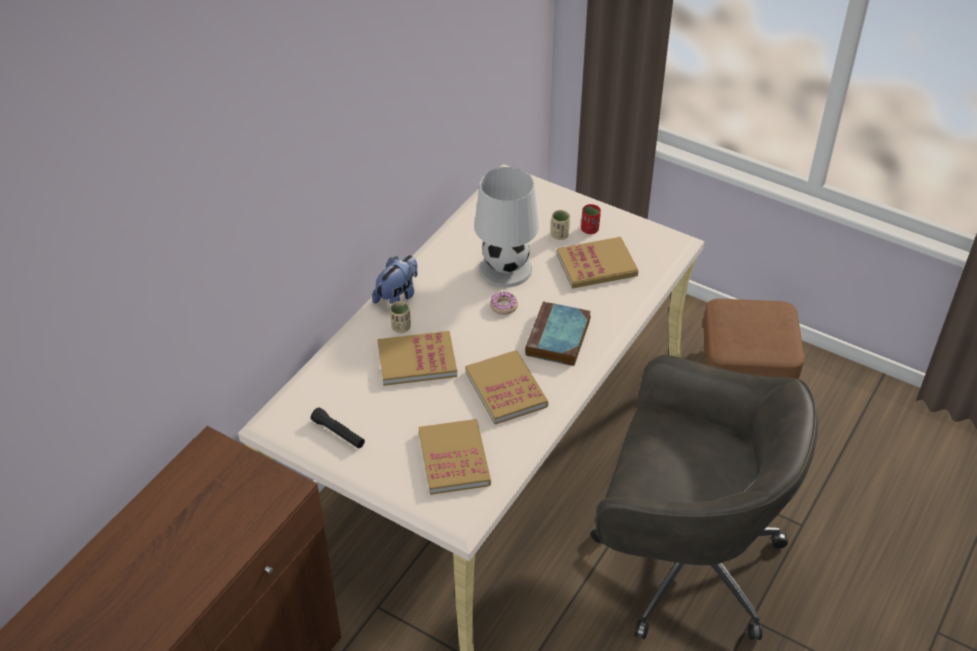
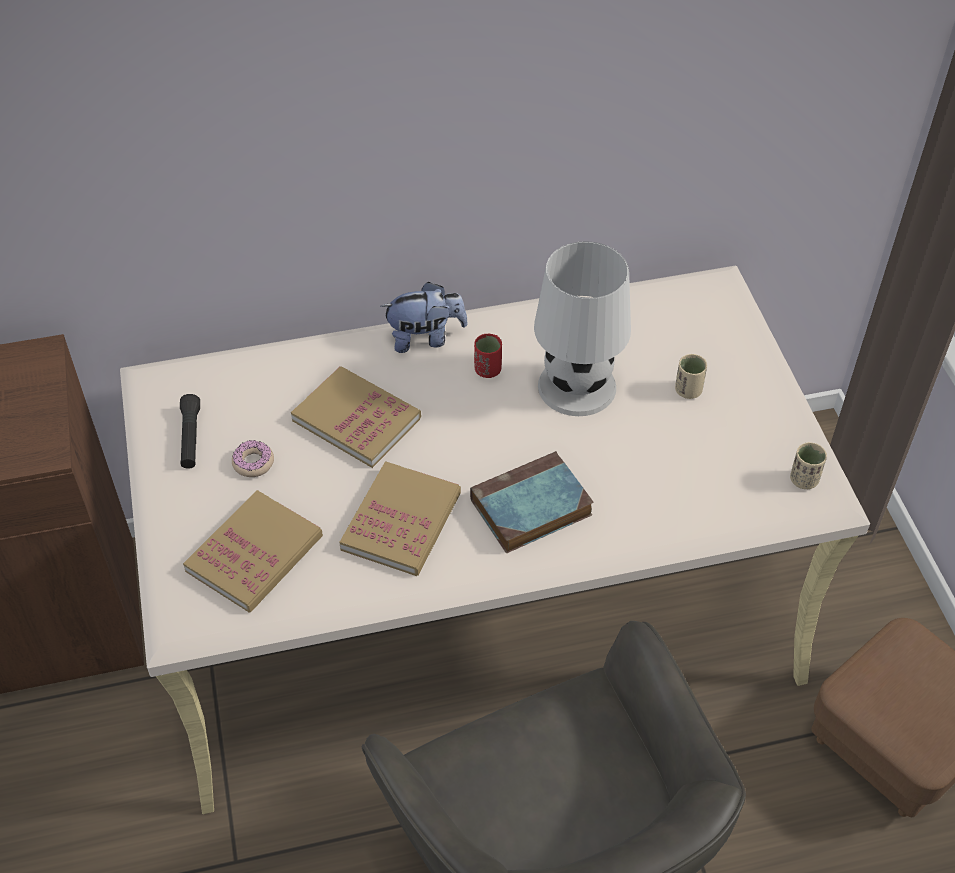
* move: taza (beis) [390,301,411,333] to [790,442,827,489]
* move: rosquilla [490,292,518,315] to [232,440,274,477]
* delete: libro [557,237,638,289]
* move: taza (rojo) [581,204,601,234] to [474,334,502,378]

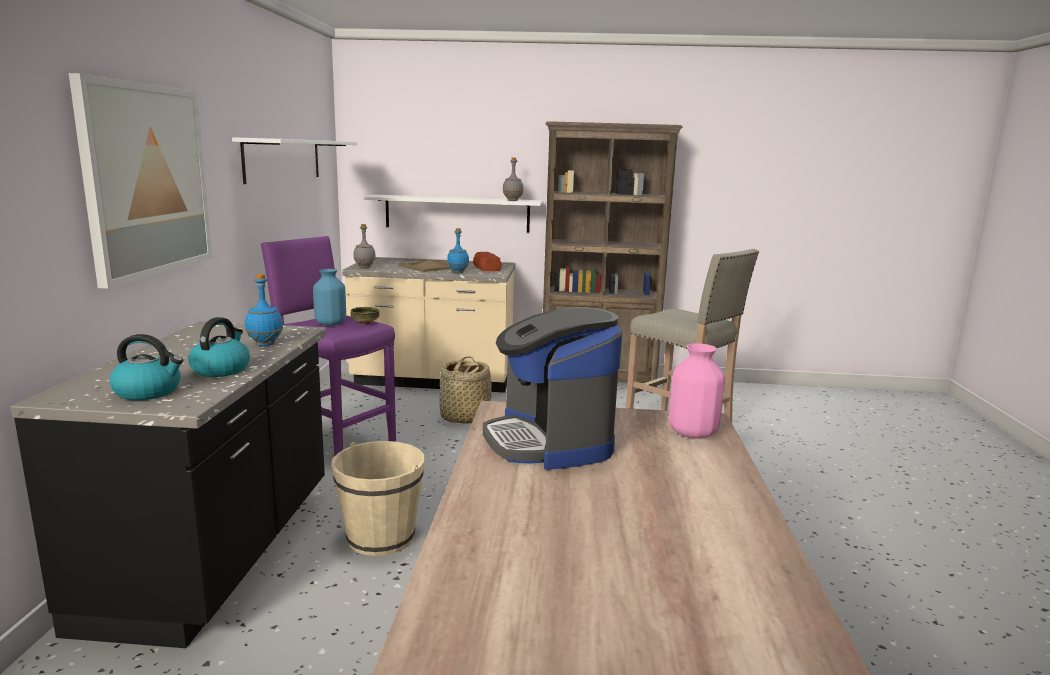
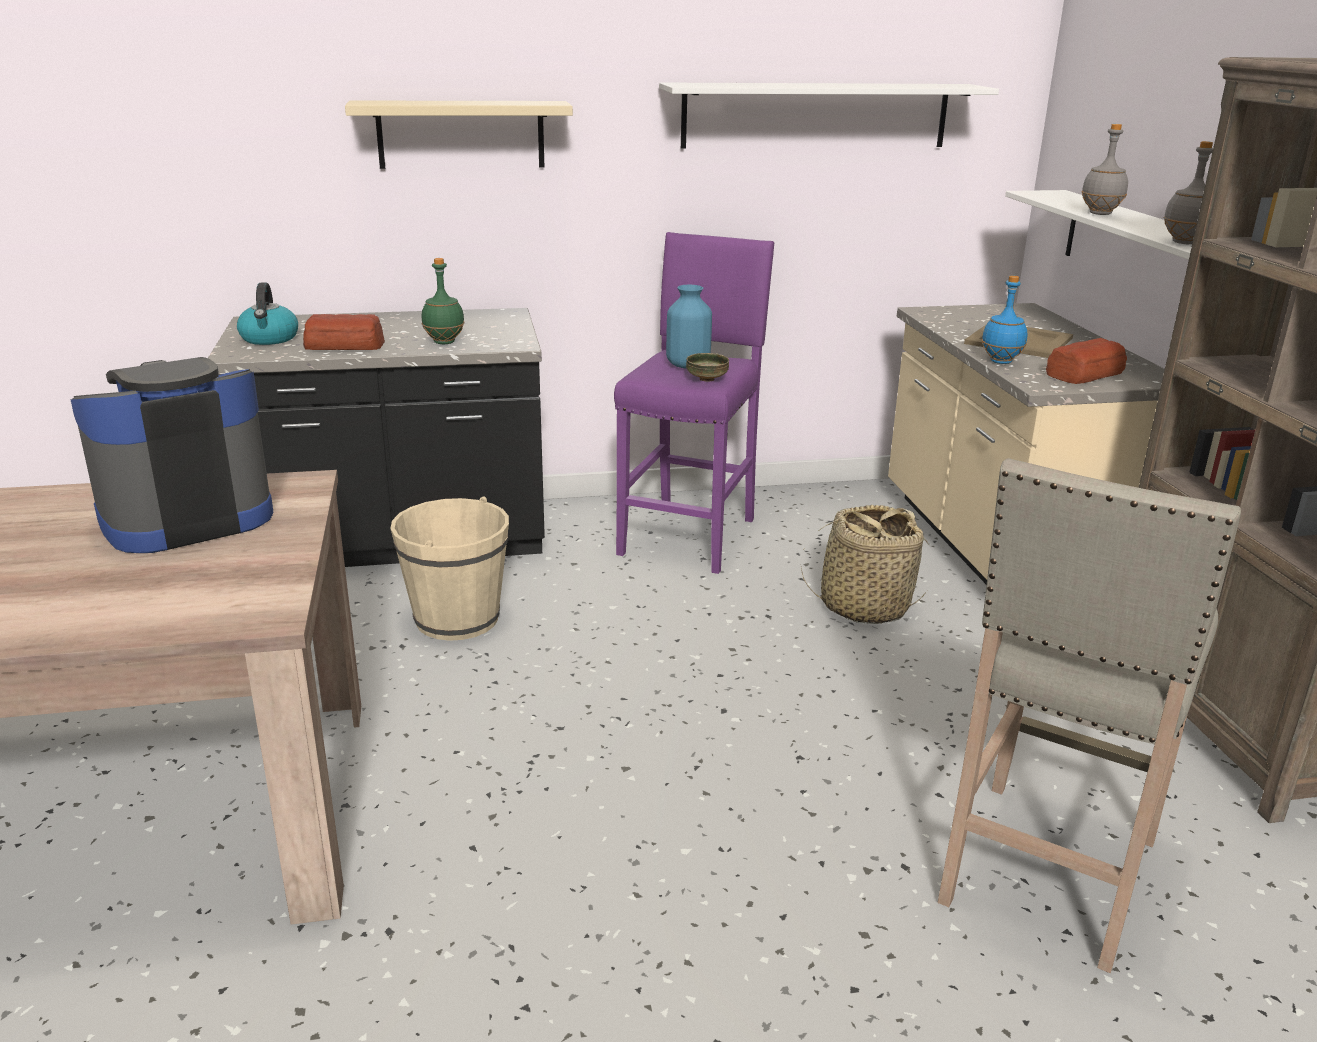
* replace: cuadro [69,73,212,289] to estante (beis) [345,101,573,169]
* replace: hervidor [188,317,250,377] to pan [303,314,385,350]
* recolor: botella (azul) [245,274,283,346] to botella (verde) [422,258,465,344]
* move: botella (gris) [353,224,376,268] to [1082,124,1128,215]
* delete: florero (rosa) [669,343,725,438]

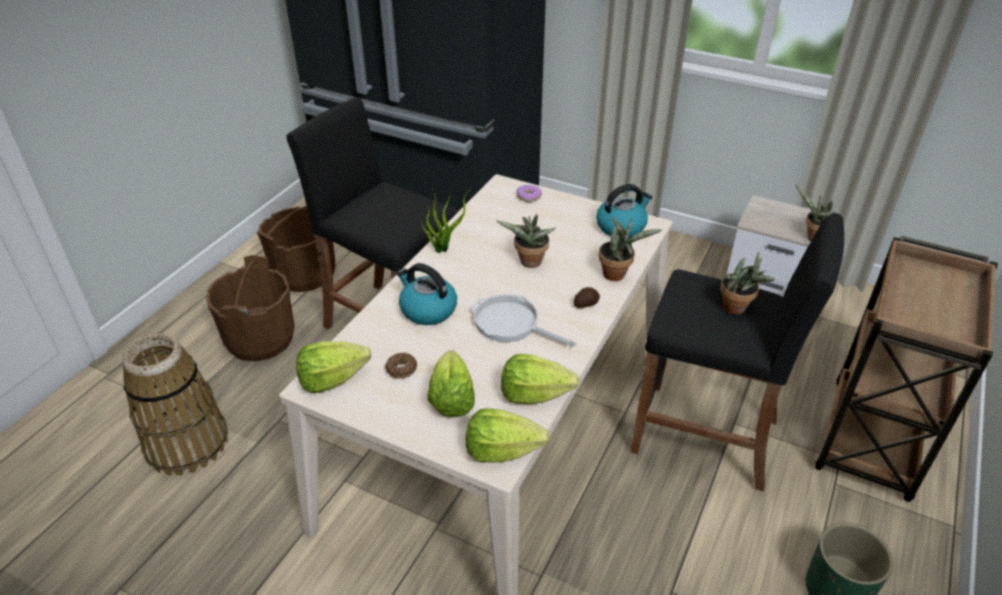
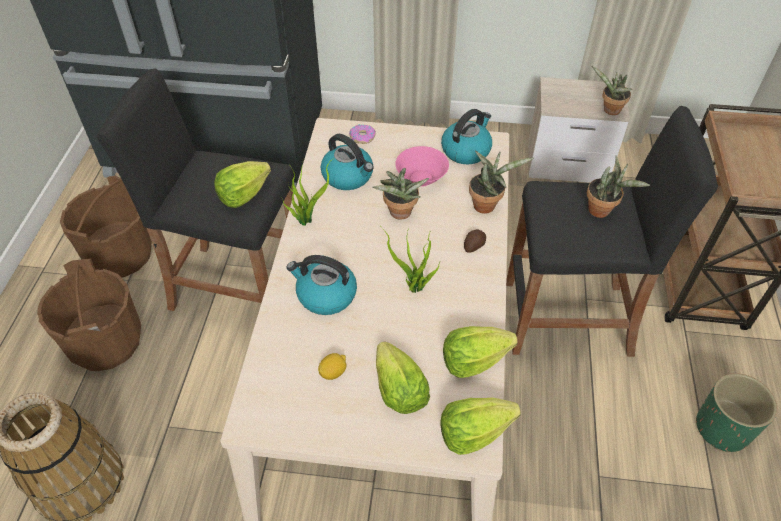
* move: lechuga [296,341,371,393] to [214,161,271,208]
* replace: rosquilla [385,353,417,378] to limón [318,353,347,380]
* replace: sartén [471,294,576,347] to planta en maceta [380,226,441,293]
* insert: hervidor [321,134,374,190]
* insert: cuenco (rosa) [395,146,449,187]

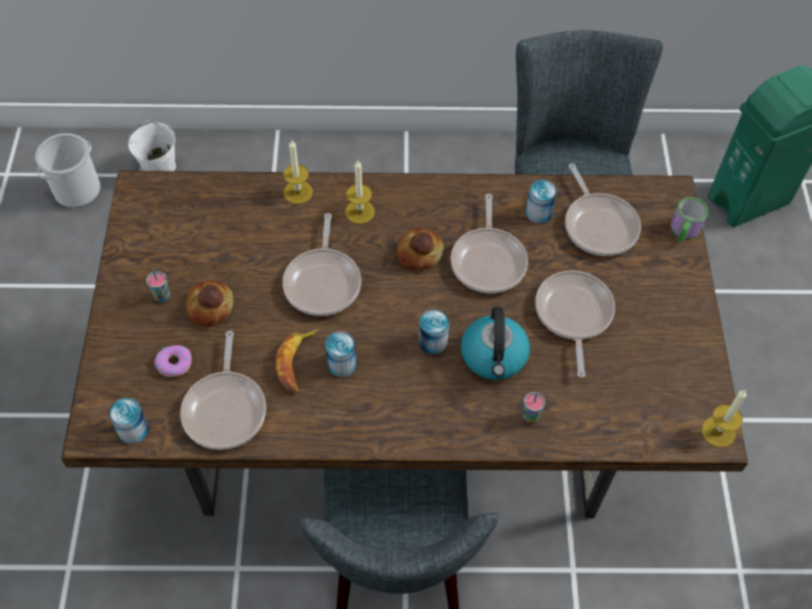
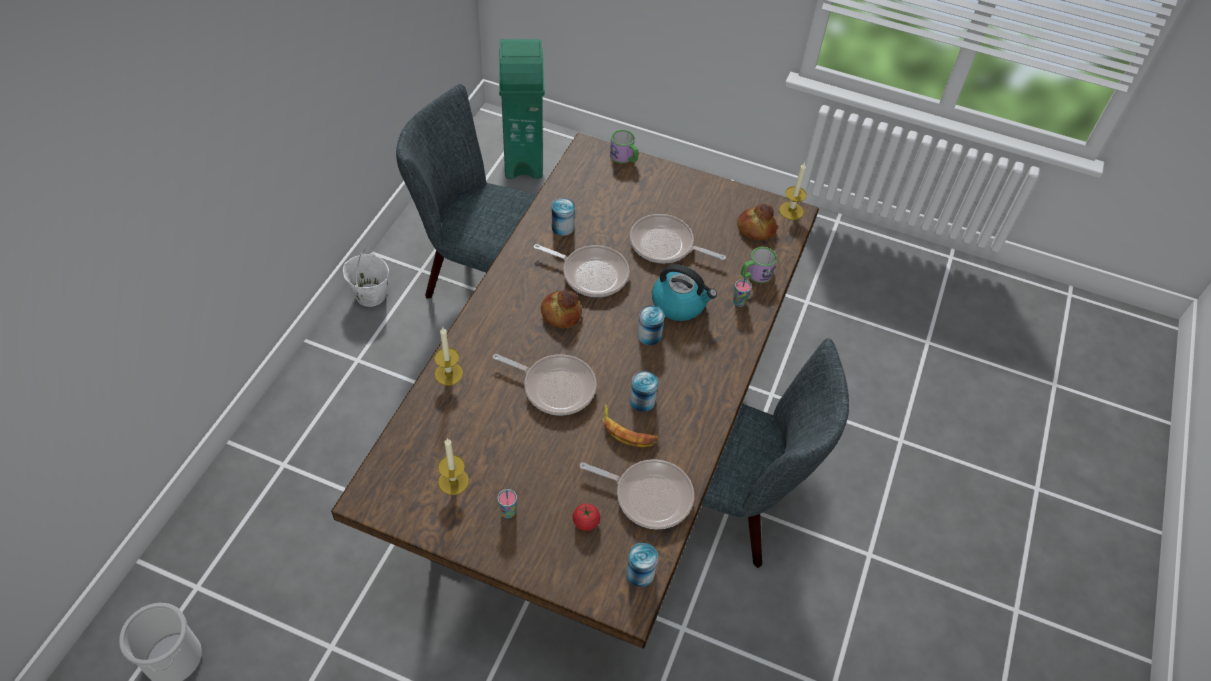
* move: cubo (blanco) [128,121,176,171] to [343,249,389,307]
* replace: rosquilla [155,345,192,377] to tomate [573,504,600,531]
* move: pan [185,280,233,327] to [737,204,777,240]
* move: vela [345,160,375,224] to [438,438,469,495]
* delete: sartén [565,163,641,256]
* insert: taza grande [741,247,777,283]

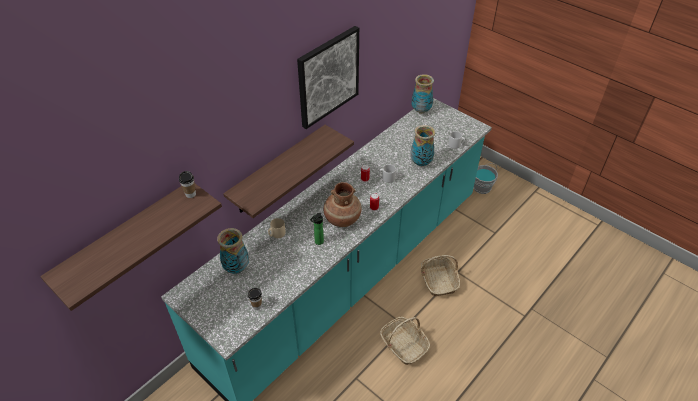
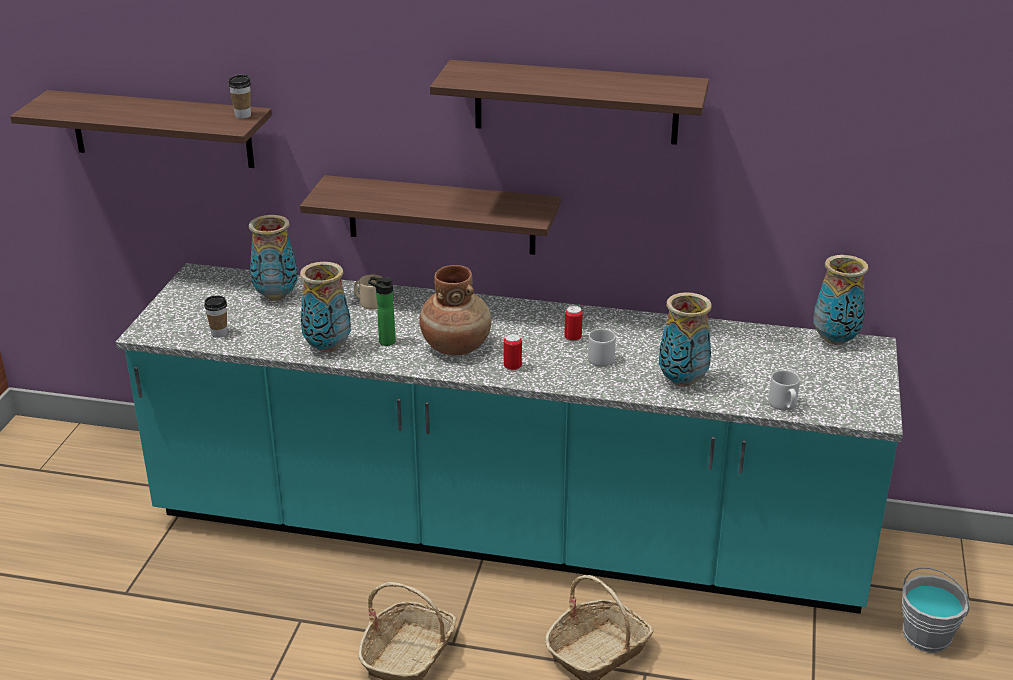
* replace: cuadro [297,26,359,129] to estante [430,60,709,145]
* insert: florero [300,262,351,353]

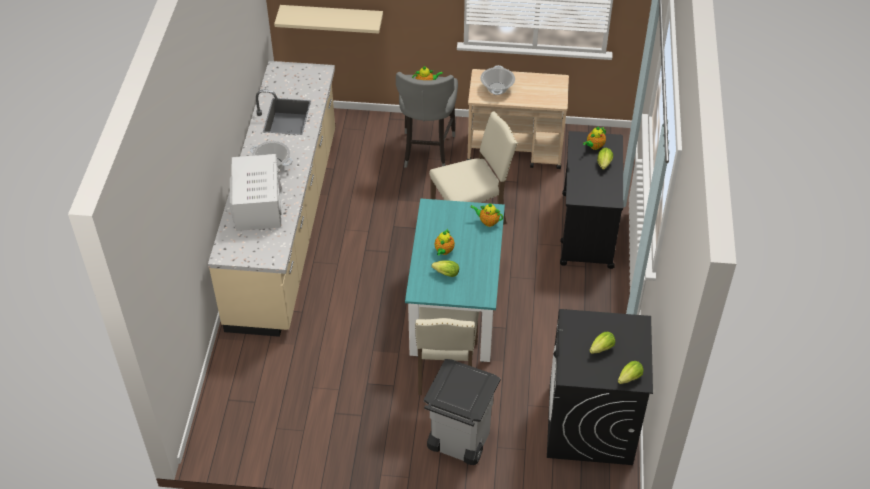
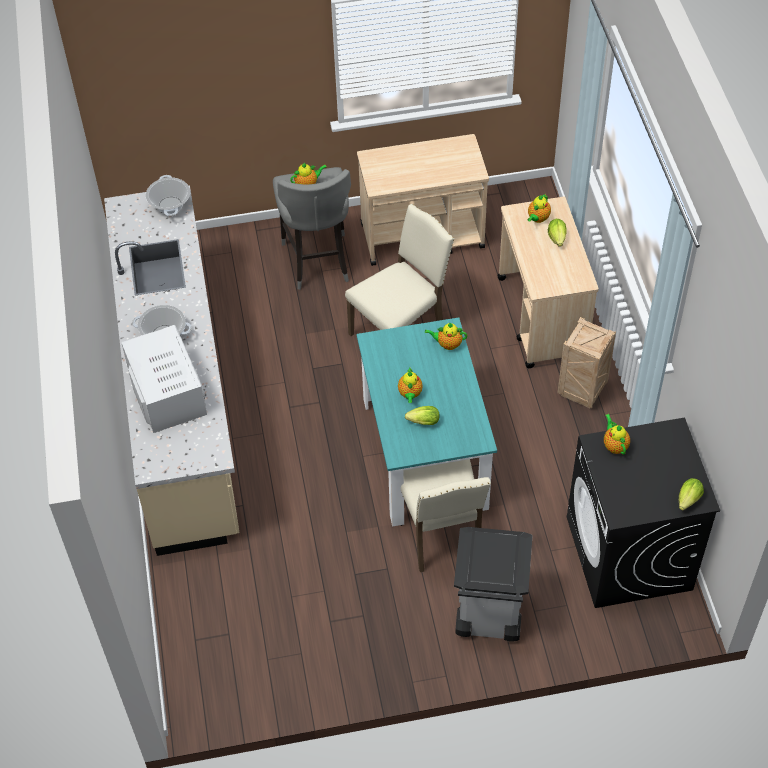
* delete: estante (beis) [274,5,383,34]
* move: olla [480,65,515,95] to [146,175,190,216]
* recolor: carrito (negro) [560,131,623,269] to carrito (beis) [498,197,599,368]
* delete: lechuga [589,332,615,354]
* insert: caja de embalaje [558,317,616,408]
* insert: tetera [604,414,630,455]

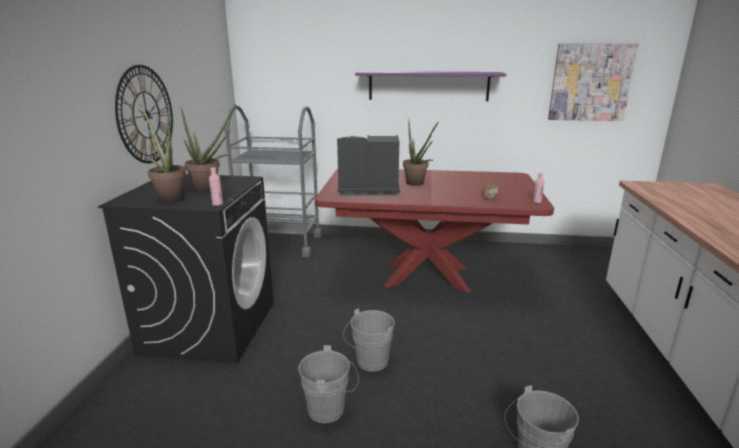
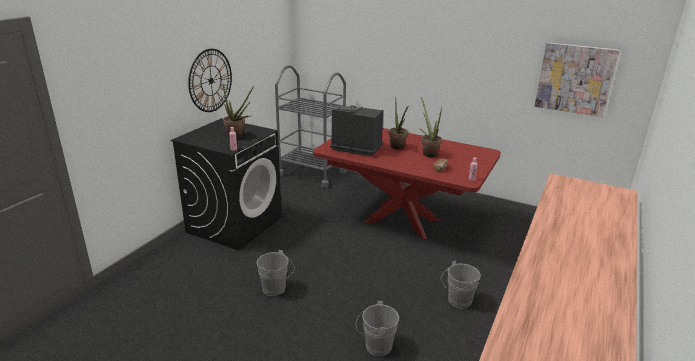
* move: planta en maceta [139,104,186,202] to [419,97,442,157]
* move: cubo (gris) [343,308,395,371] to [441,261,481,309]
* delete: estante (morado) [355,71,506,101]

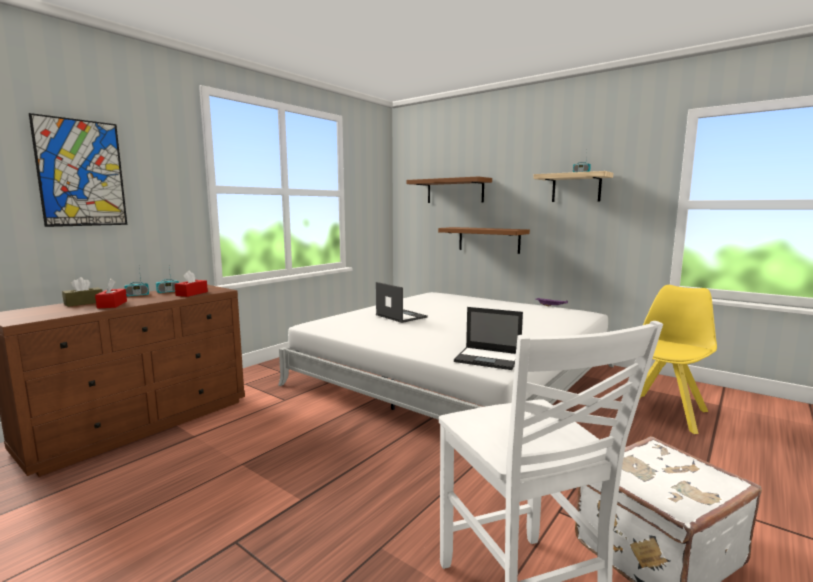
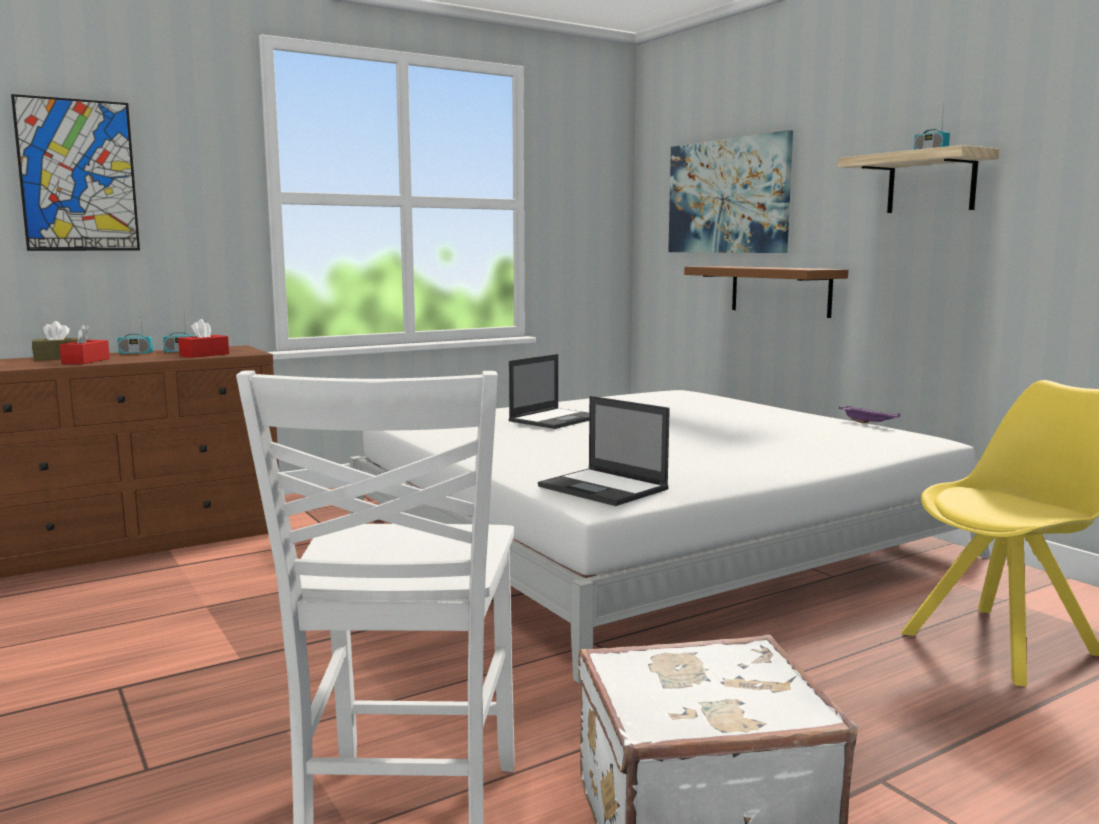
* rotate: portátil [376,282,428,323] = [509,354,589,429] 60 degrees clockwise
* replace: estante (marrón) [406,177,492,203] to cuadro [668,130,793,253]

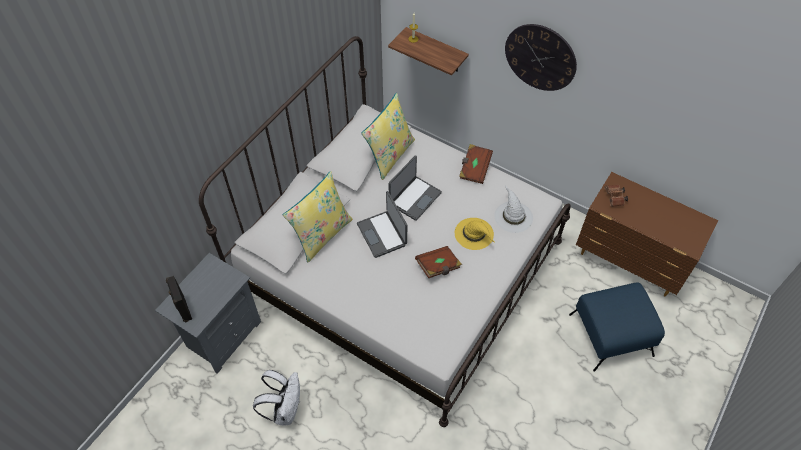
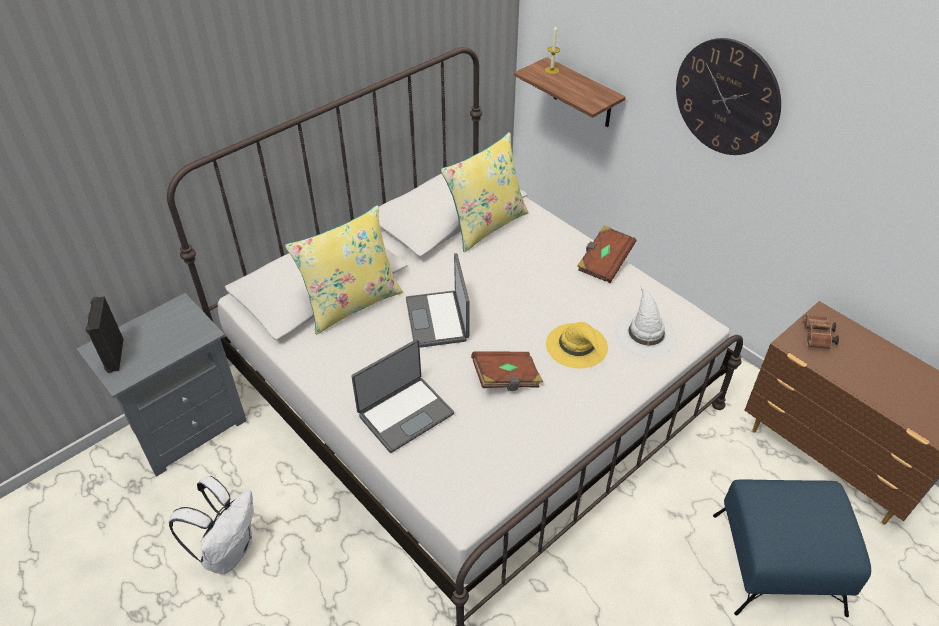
* move: portátil [388,155,442,221] to [351,339,454,453]

